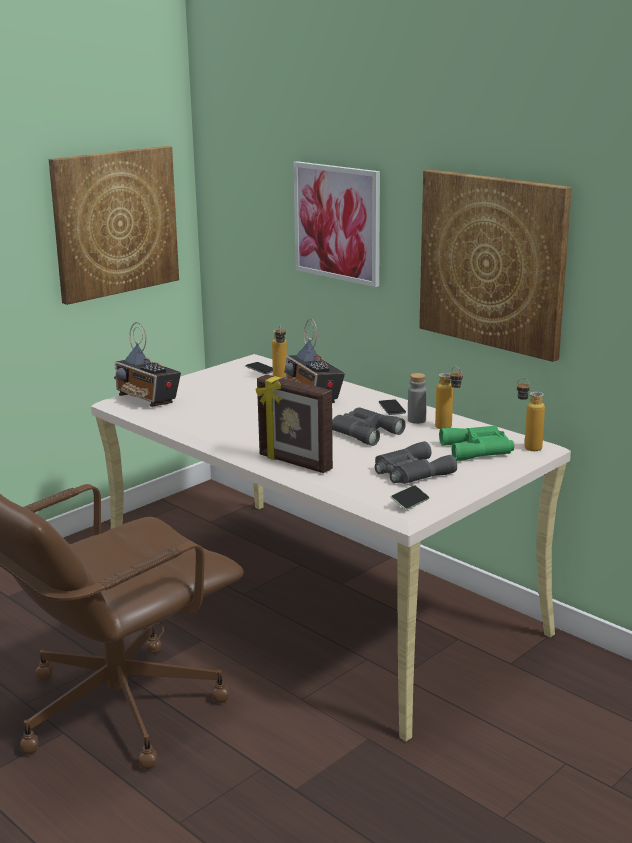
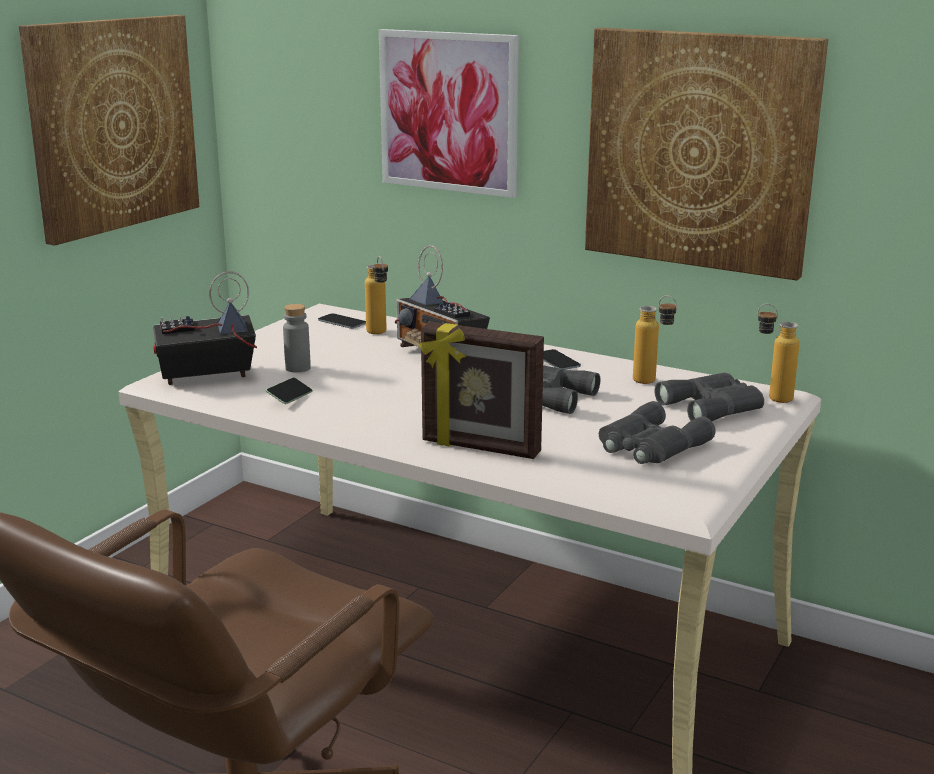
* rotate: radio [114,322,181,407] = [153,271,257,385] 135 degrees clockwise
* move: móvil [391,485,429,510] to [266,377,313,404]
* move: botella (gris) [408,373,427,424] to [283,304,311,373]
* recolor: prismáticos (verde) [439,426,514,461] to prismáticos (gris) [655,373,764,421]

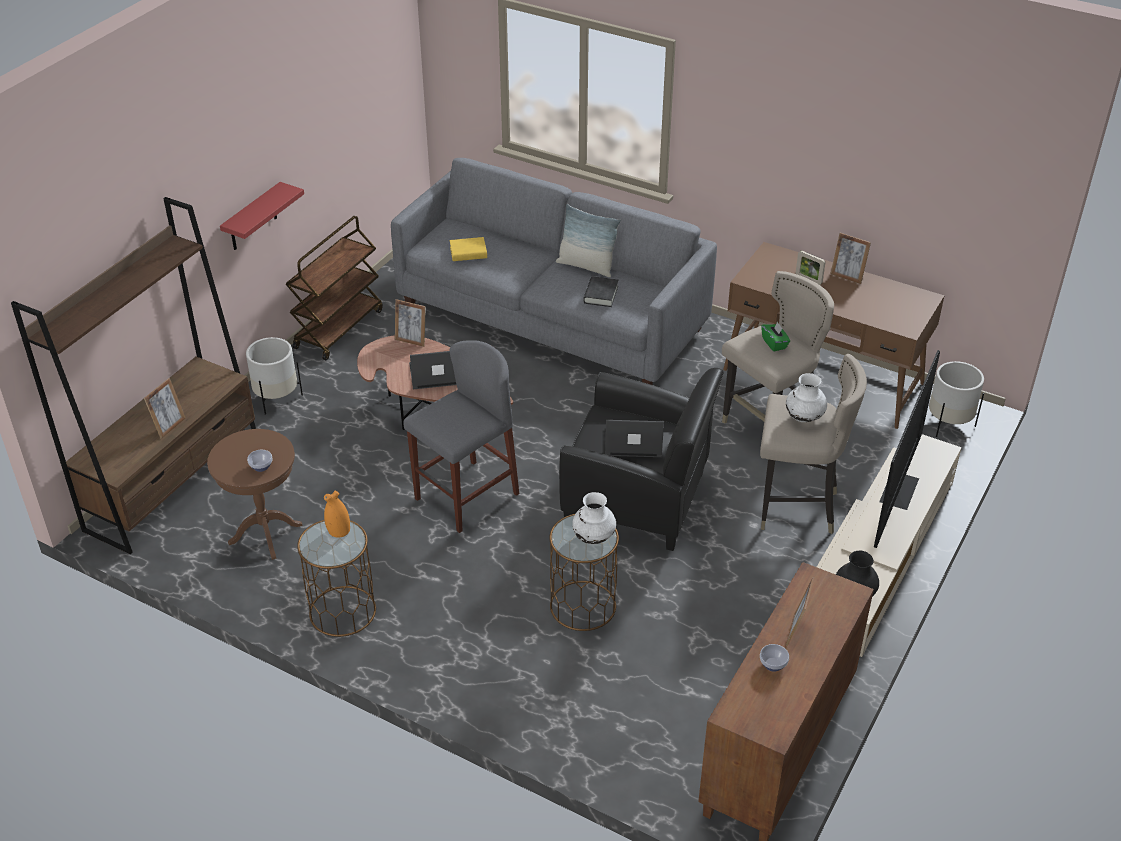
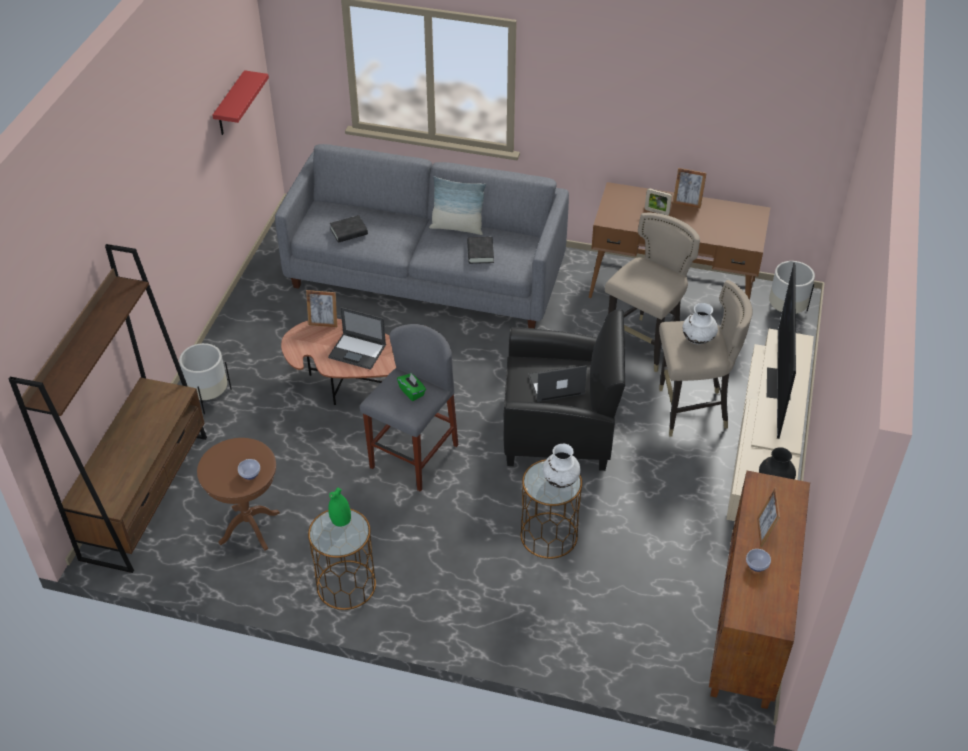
* delete: portarretratos [144,378,186,439]
* move: estante (rojo) [220,182,304,250] to [212,70,269,135]
* delete: carrito (marrón) [286,216,383,360]
* recolor: florero (naranja) [324,491,350,538] to florero (verde) [328,487,351,527]
* rotate: portátil [409,351,456,389] = [328,307,386,370] 135 degrees counterclockwise
* recolor: libro (amarillo) [450,237,487,261] to libro (negro) [330,215,368,243]
* move: caja de pañuelos (verde) [761,321,790,352] to [397,373,426,401]

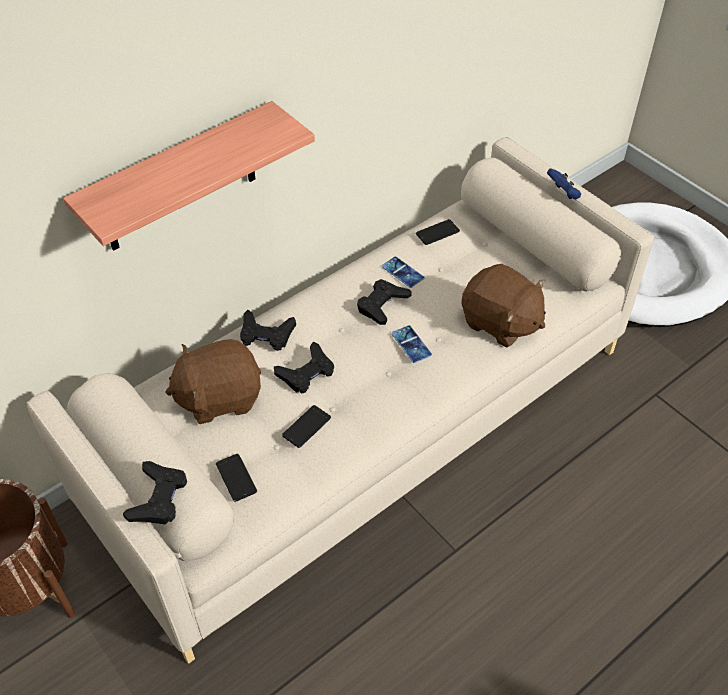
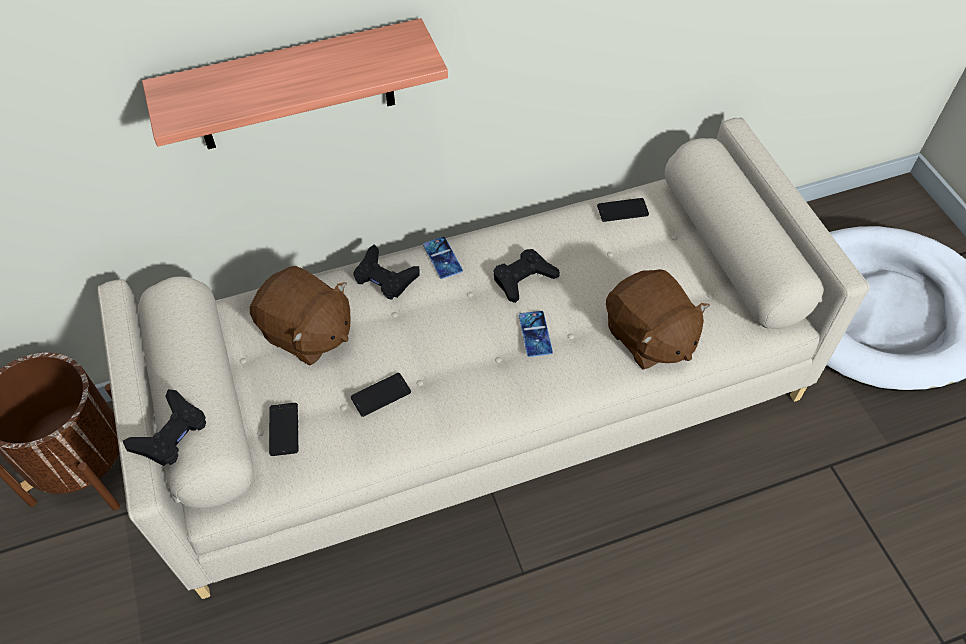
* rotate: peluche (marrón) [165,339,261,424] = [250,266,351,365] 150 degrees counterclockwise
* delete: mando de consola (negro) [274,342,334,394]
* move: móvil [382,257,425,288] to [423,237,463,279]
* delete: mando de consola (azul) [547,168,581,200]

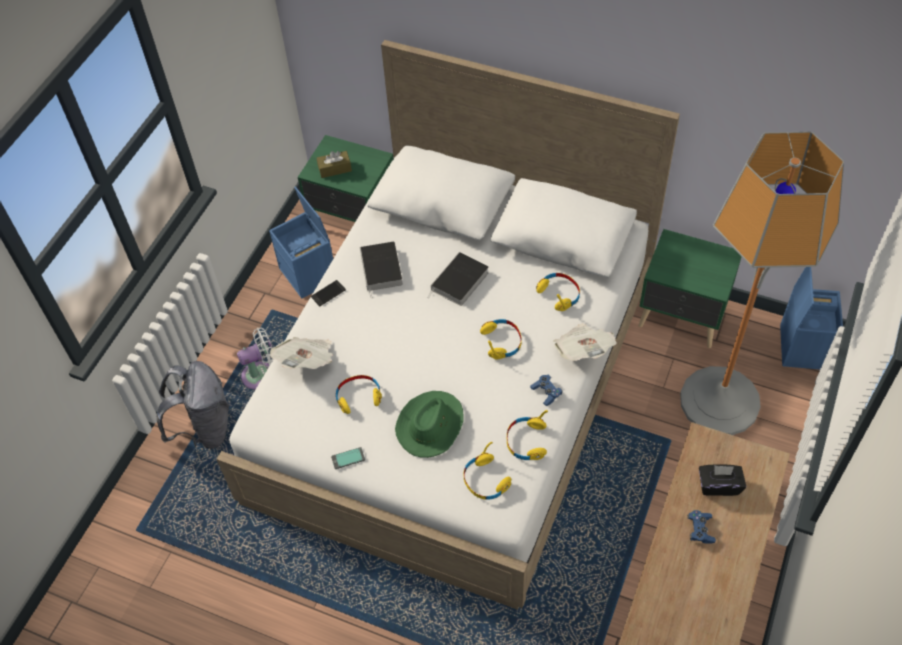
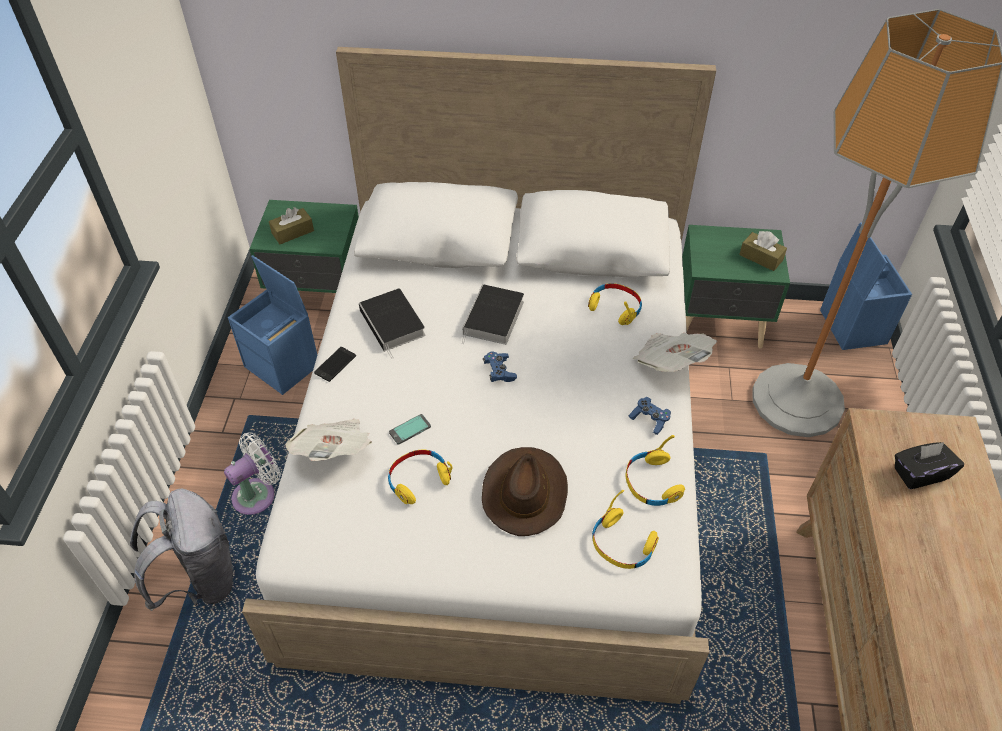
* move: móvil [331,447,365,469] to [389,414,431,445]
* recolor: sombrero (verde) [395,391,463,458] to sombrero (marrón) [482,447,568,536]
* delete: auriculares (amarillo) [480,319,522,360]
* move: mando de consola (azul) [687,510,716,544] to [483,351,517,382]
* insert: caja de pañuelos (marrón) [739,231,787,271]

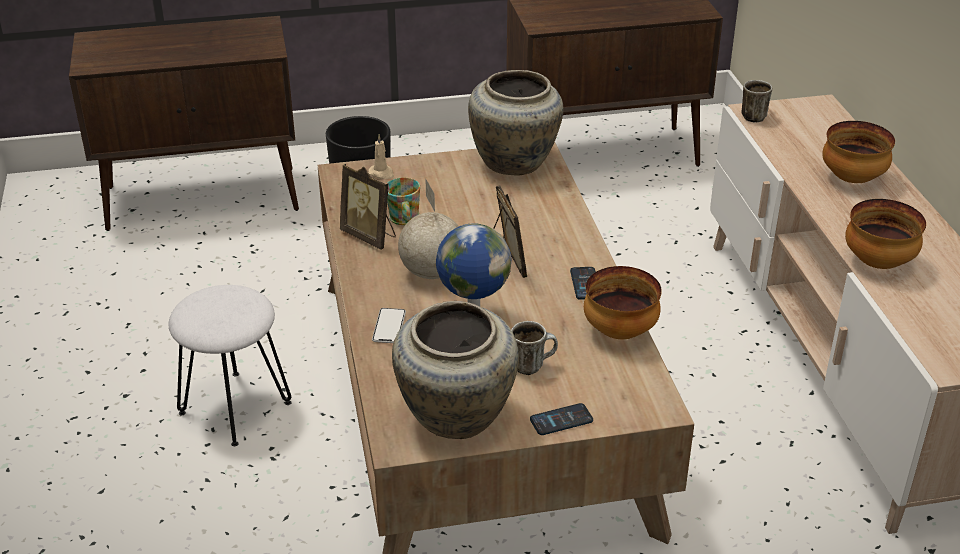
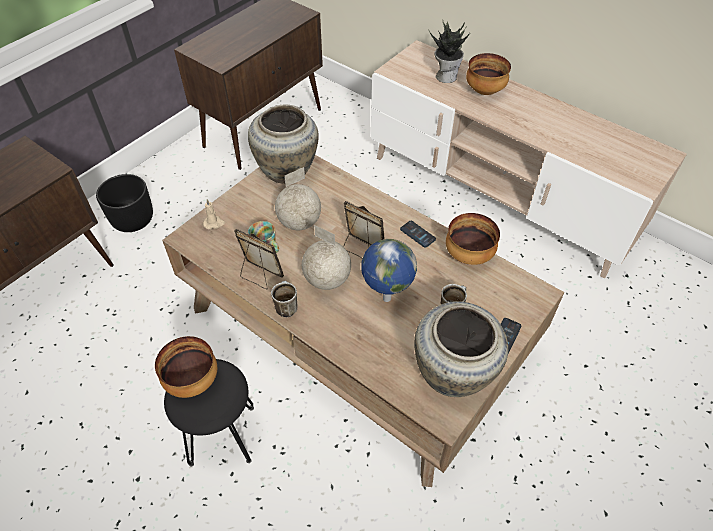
* recolor: taburete (blanco) [169,285,292,446] to taburete (negro) [164,359,254,467]
* rotate: portarretratos [340,164,396,250] = [234,229,284,290] 150 degrees counterclockwise
* delete: móvil [372,308,406,343]
* move: taza grande [741,80,772,122] to [271,281,298,318]
* move: cuenco [845,199,926,269] to [155,336,217,398]
* insert: globo terráqueo [275,167,321,230]
* insert: planta en maceta [429,22,470,83]

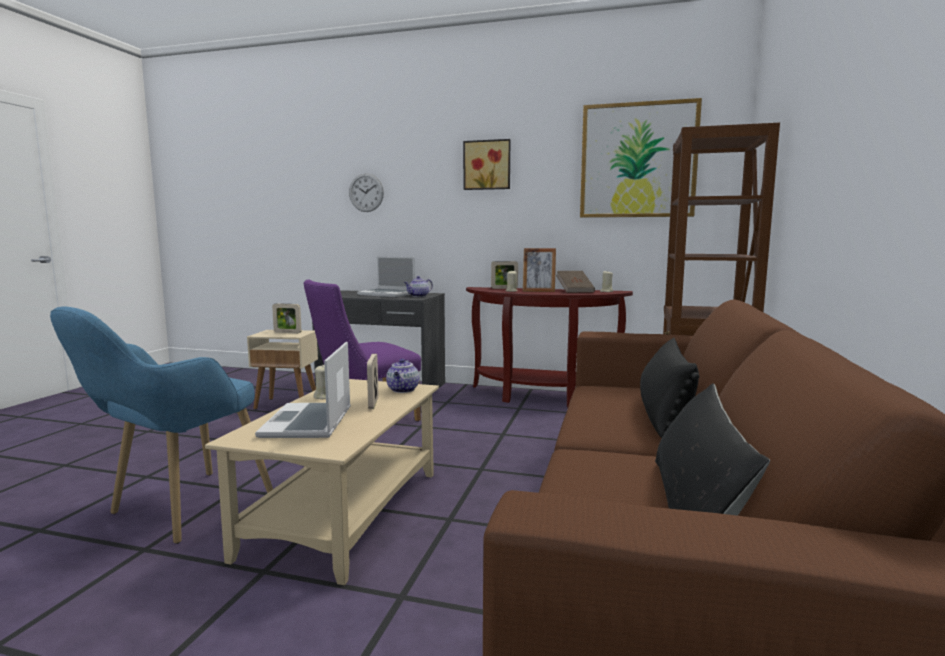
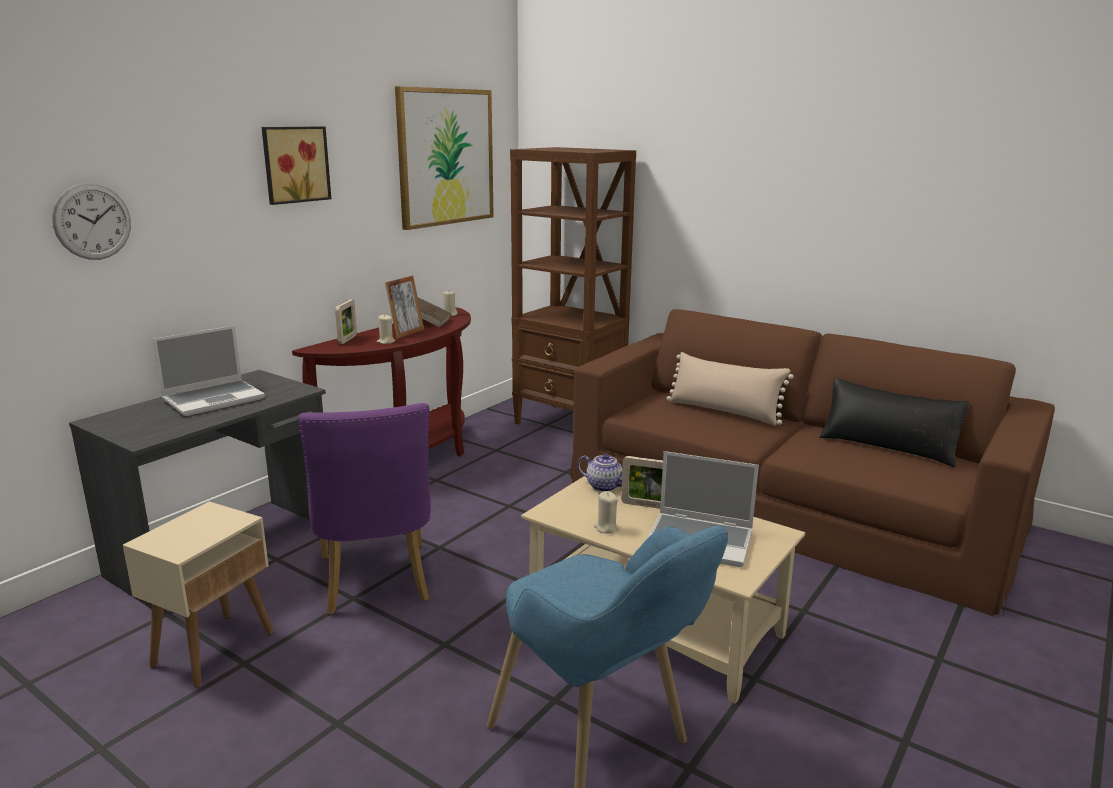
* delete: portarretratos [272,303,301,334]
* delete: tetera [404,276,433,297]
* recolor: cojín (negro) [640,338,699,438] to cojín (beis) [667,352,794,426]

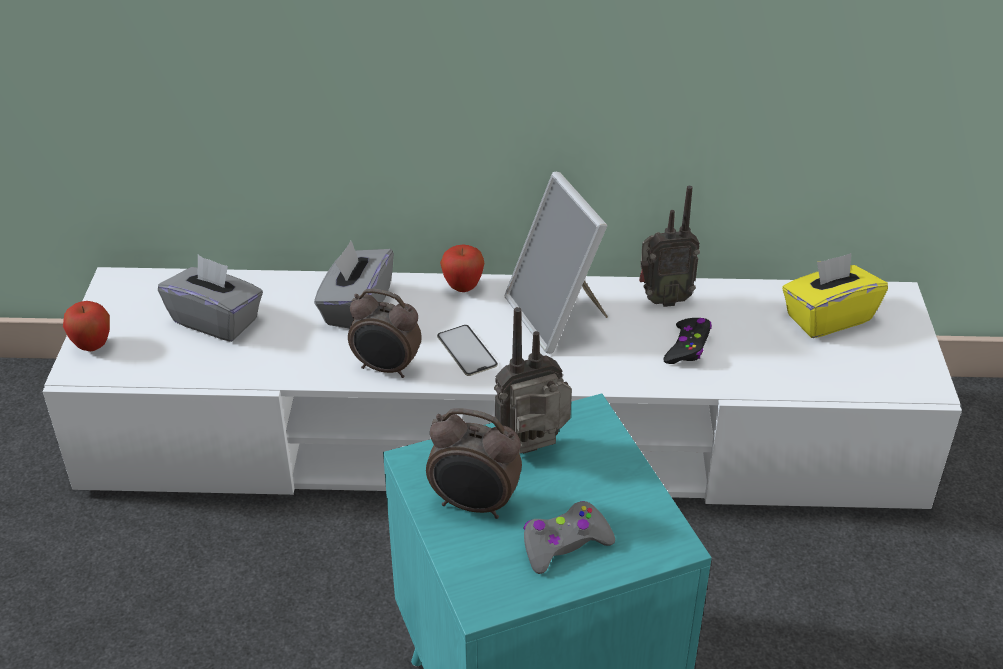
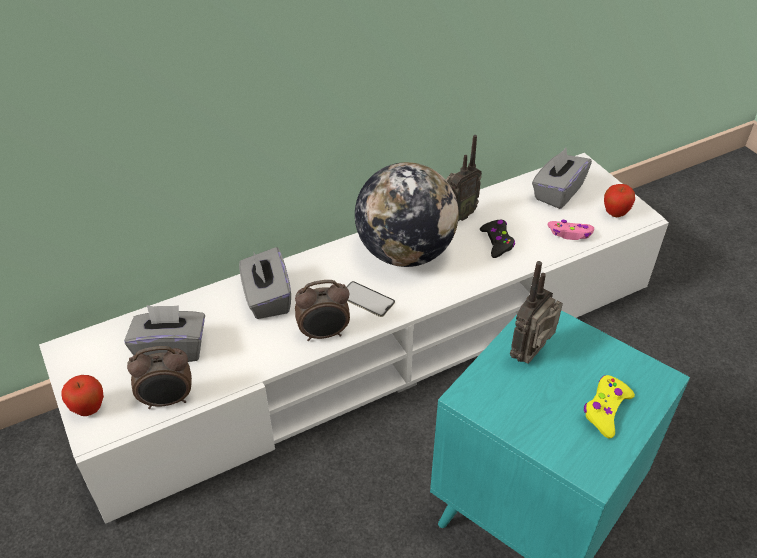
* move: despertador [426,408,522,519] to [127,346,192,409]
* move: manzana [440,244,485,292] to [604,184,635,217]
* replace: portarretratos [505,172,608,354] to globo terráqueo [355,162,459,267]
* recolor: mando de consola (gris) [523,501,615,574] to mando de consola (amarillo) [584,375,635,438]
* recolor: caja de pañuelos (amarillo) [782,253,888,338] to caja de pañuelos (gris) [532,148,592,209]
* insert: mando de consola (rosa) [548,220,594,240]

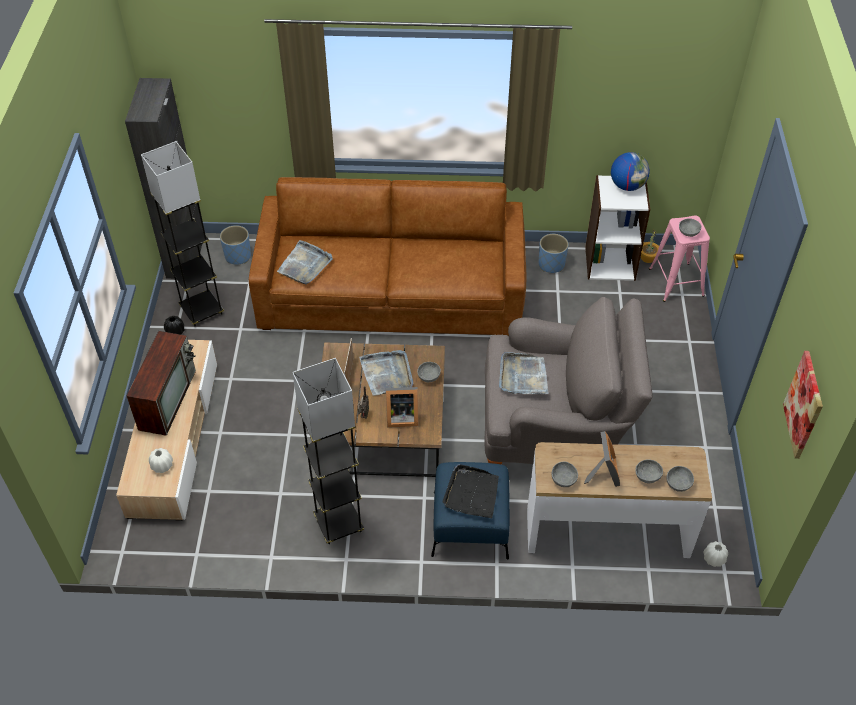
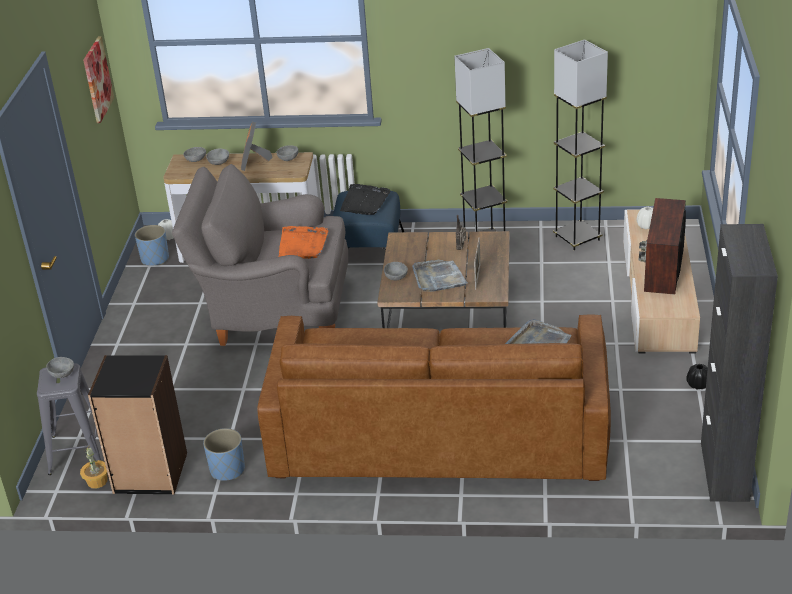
* move: lámpara de pie (gris) [141,141,224,326] to [553,40,608,251]
* move: maceta (azul) [220,225,251,265] to [135,225,169,266]
* delete: portarretratos [386,387,419,428]
* recolor: bandeja (gris) [499,352,549,394] to bandeja (naranja) [279,226,329,259]
* recolor: estantería (blanco) [585,175,650,281] to estantería (negro) [88,355,187,495]
* delete: globo terráqueo [611,152,650,191]
* recolor: taburete (rosa) [649,216,710,302] to taburete (gris) [37,364,101,475]

